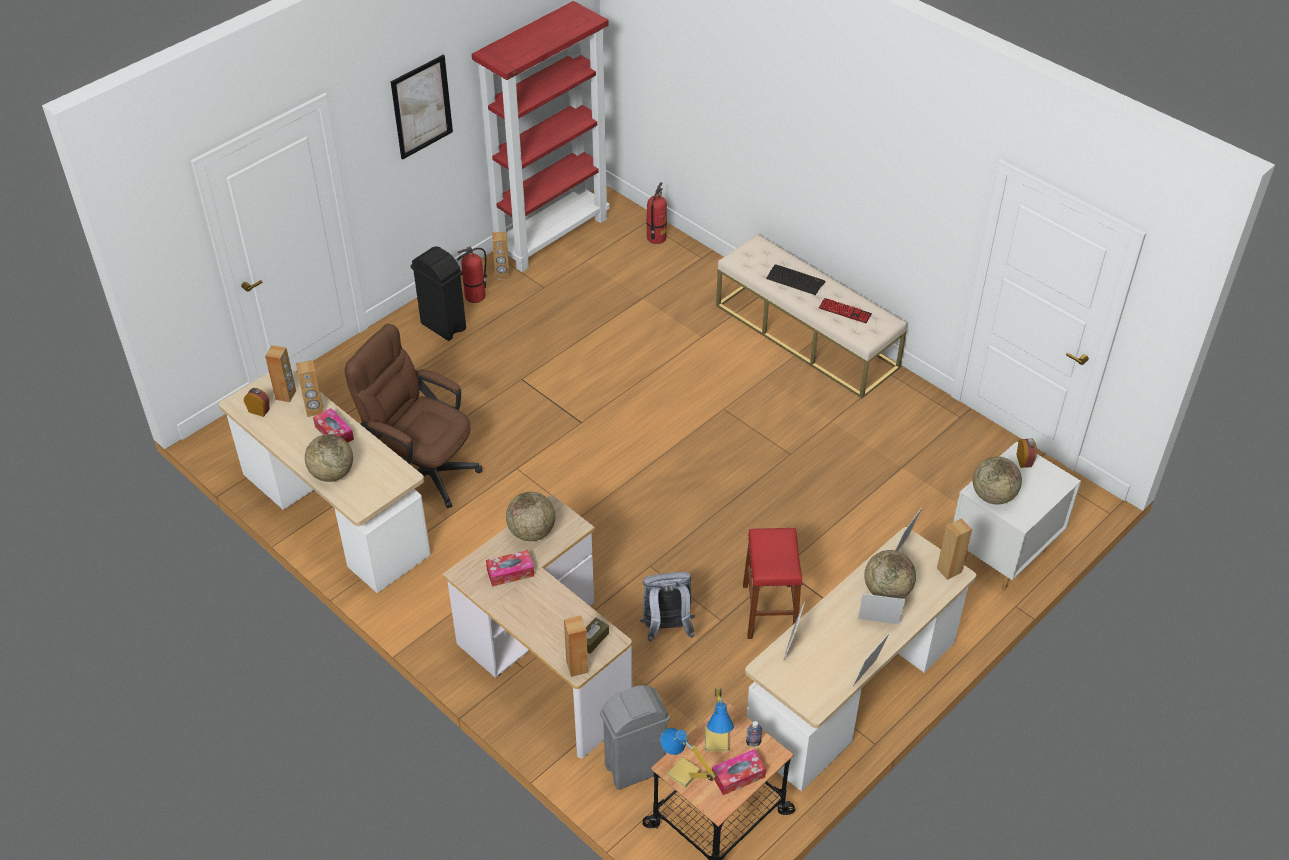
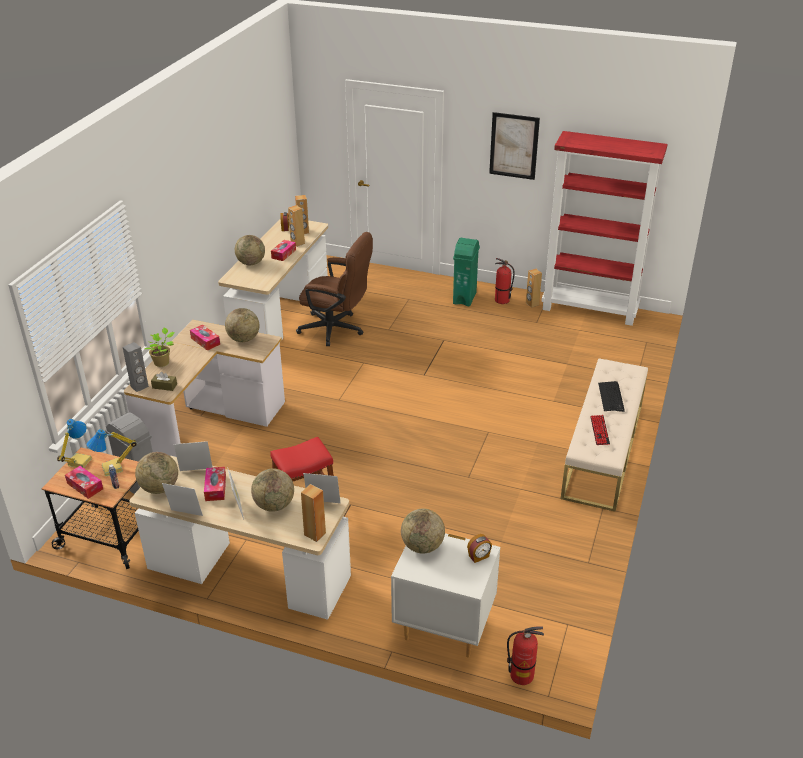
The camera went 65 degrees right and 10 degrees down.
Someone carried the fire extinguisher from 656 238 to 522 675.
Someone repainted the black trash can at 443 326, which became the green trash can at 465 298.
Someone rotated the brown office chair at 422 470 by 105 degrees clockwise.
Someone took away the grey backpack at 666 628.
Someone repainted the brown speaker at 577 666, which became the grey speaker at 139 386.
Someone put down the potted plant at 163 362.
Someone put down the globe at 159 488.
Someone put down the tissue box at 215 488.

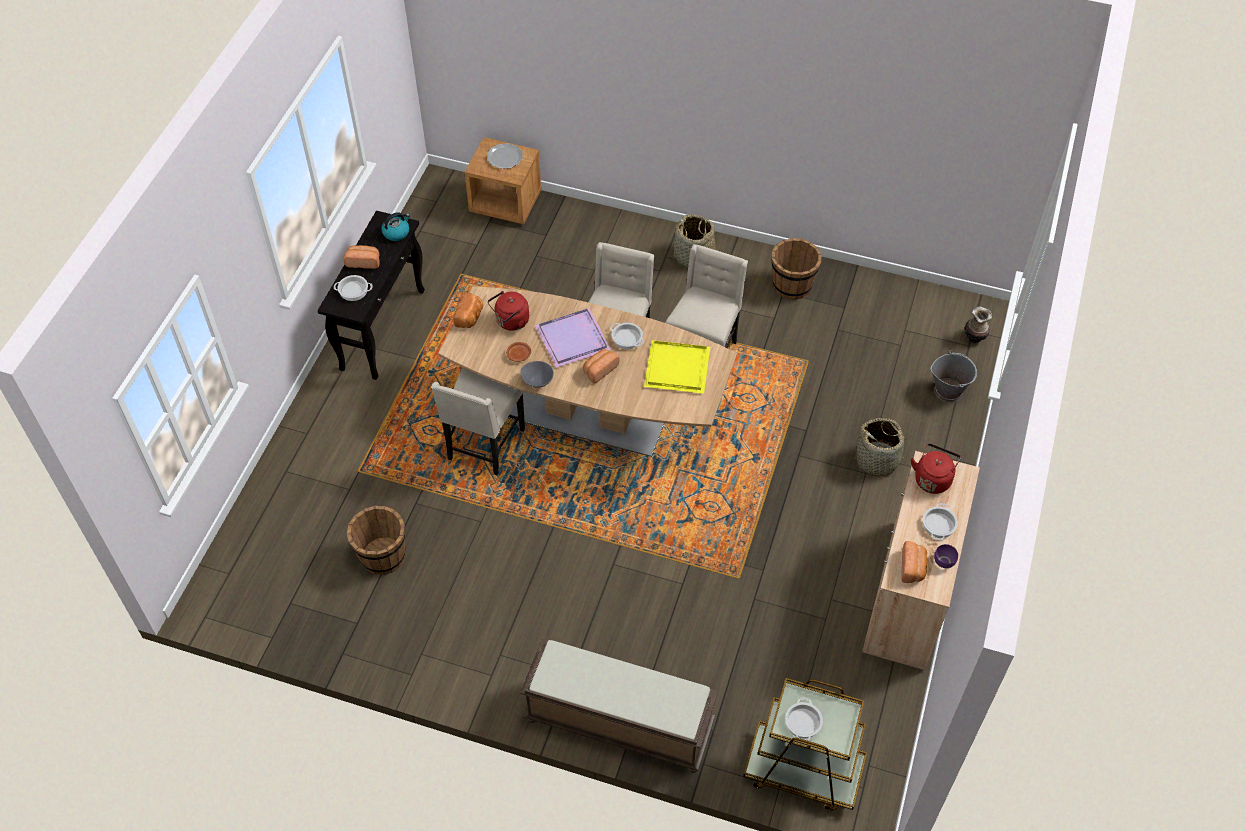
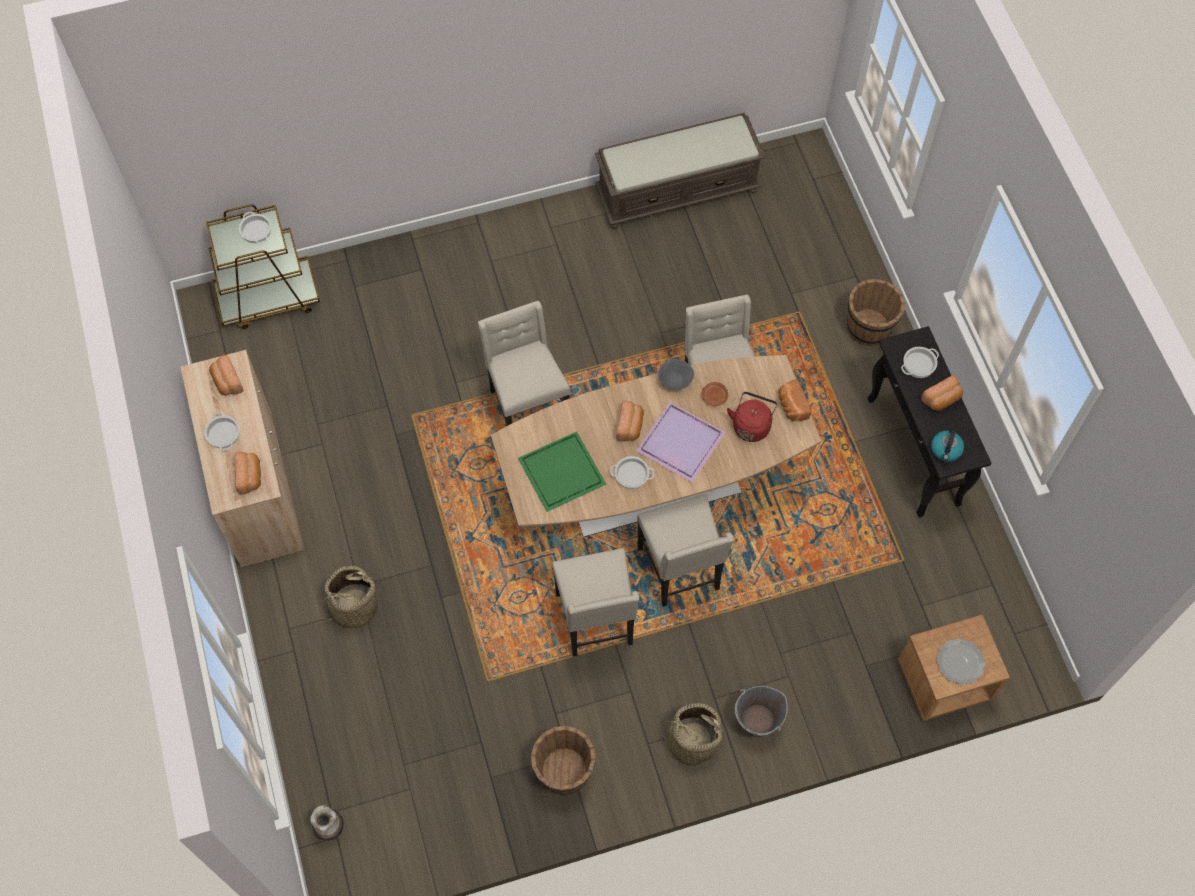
The camera went 145 degrees right and 10 degrees up.
Someone repainted the yellow tray at 678 367, which became the green tray at 561 474.
Someone carried the grey bucket from 948 390 to 757 722.
Someone swapped the red kettle at 932 478 for the bread at 250 476.
Someone carried the brown bucket from 382 555 to 869 327.
Someone took away the purple bowl at 944 561.
Someone carried the brown bench from 617 722 to 678 190.
Someone put down the beige chair at 527 406.

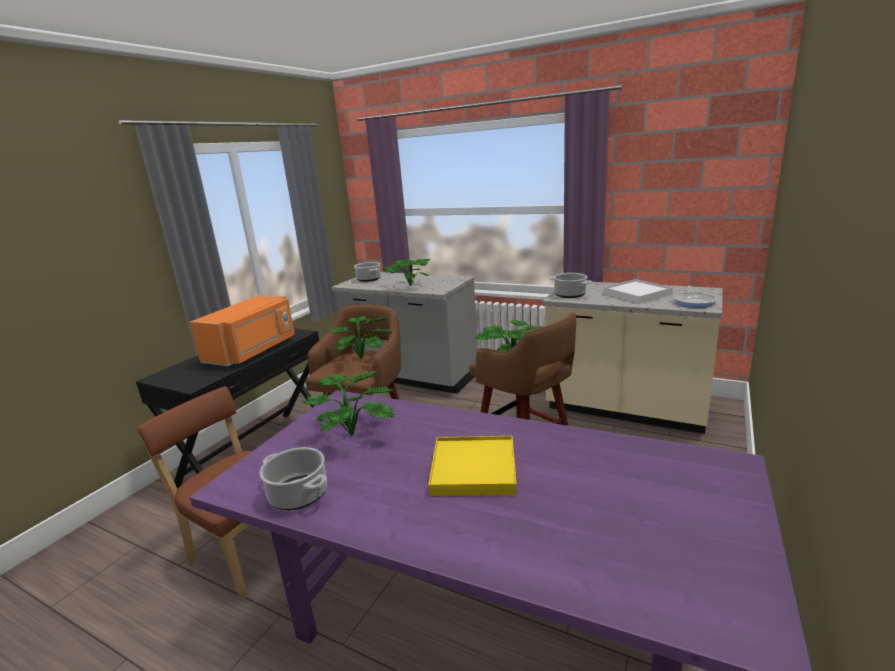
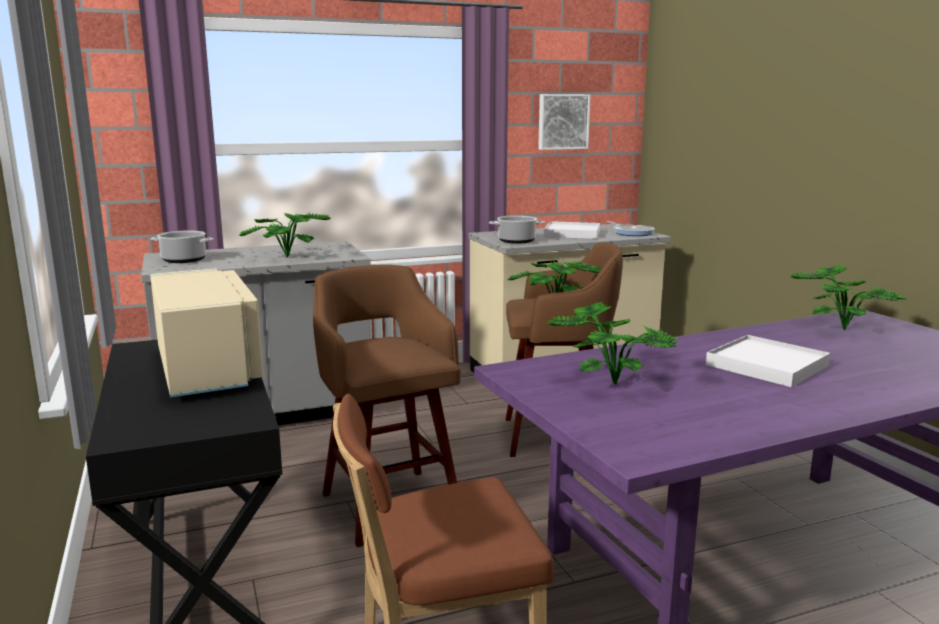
The camera went 50 degrees left and 5 degrees down.
Someone repainted the orange microwave at 253 351, which became the beige microwave at 209 369.
Someone carried the potted plant from 365 357 to 842 328.
Someone repainted the yellow tray at 474 469, which became the white tray at 767 365.
Someone took away the cooking pot at 297 494.
Someone put up the picture at 562 122.

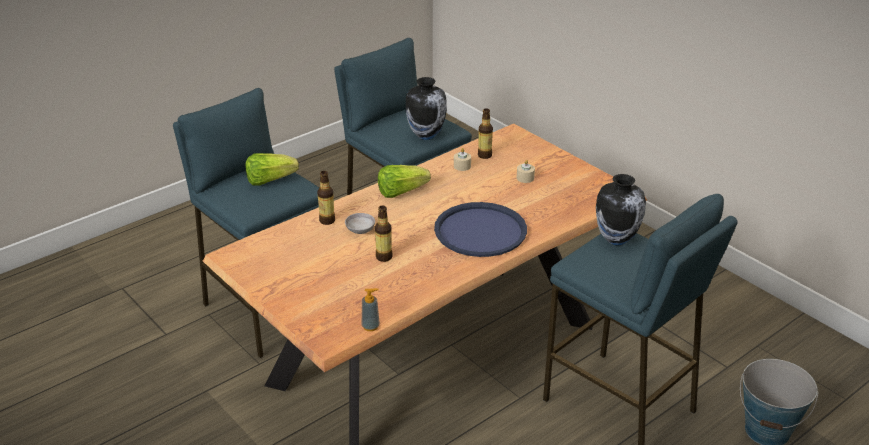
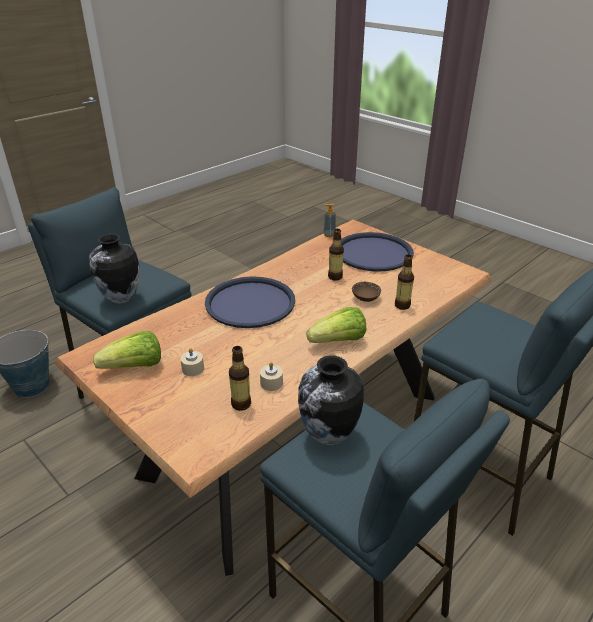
The camera went 175 degrees right and 0 degrees up.
Someone carried the lettuce from 269 180 to 134 367.
Someone repainted the grey bowl at 360 230, which became the brown bowl at 365 298.
Someone put down the blue tray at 373 253.

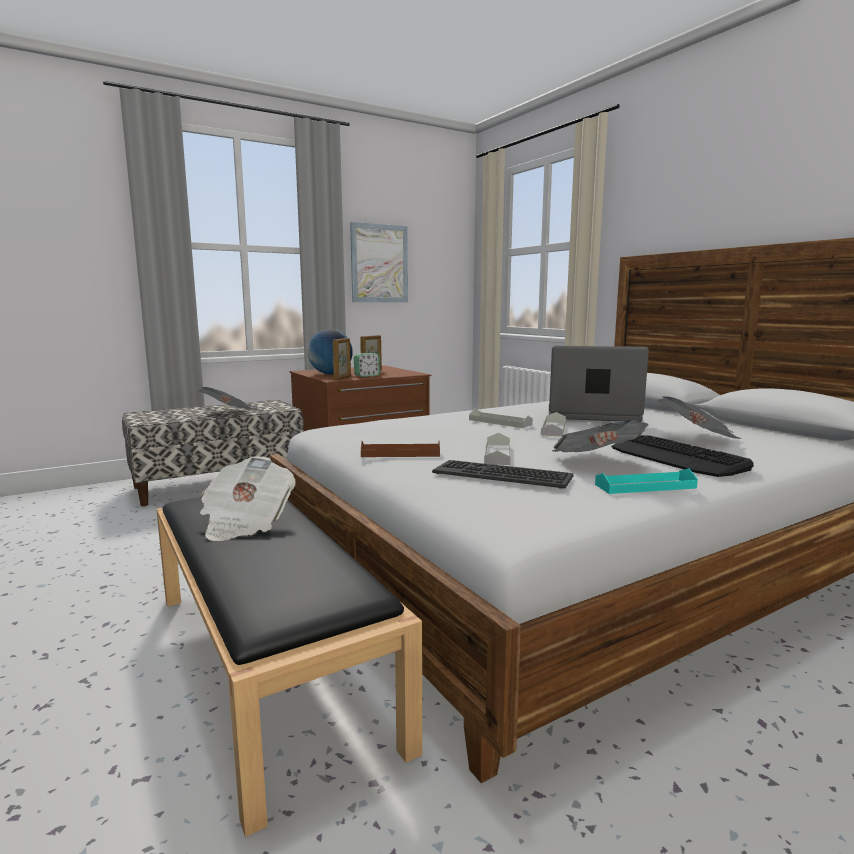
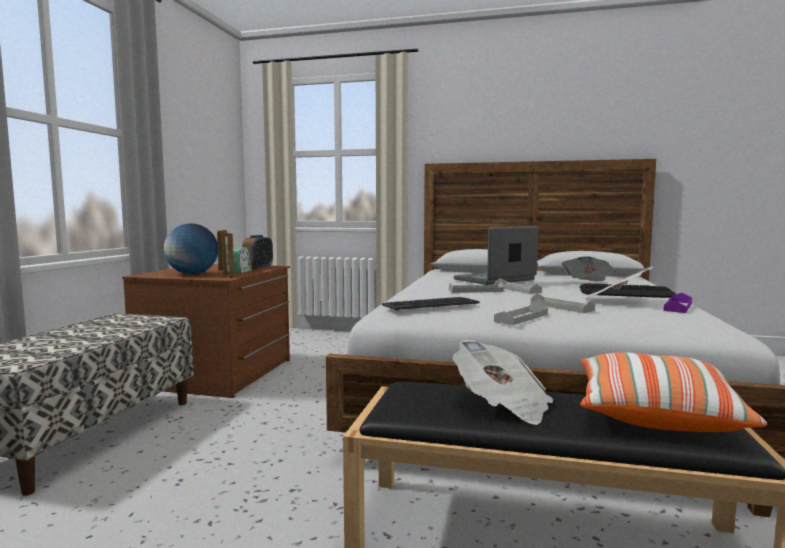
The camera went 45 degrees left and 5 degrees down.
Someone took away the picture at 379 263.
Someone took away the newspaper at 228 413.
Someone repainted the brown tray at 400 453, which became the grey tray at 521 318.
Someone carried the keyboard from 502 475 to 430 304.
Someone repainted the turquoise tray at 645 486, which became the purple tray at 678 307.
Someone put down the alarm clock at 258 268.
Someone put down the pillow at 654 414.

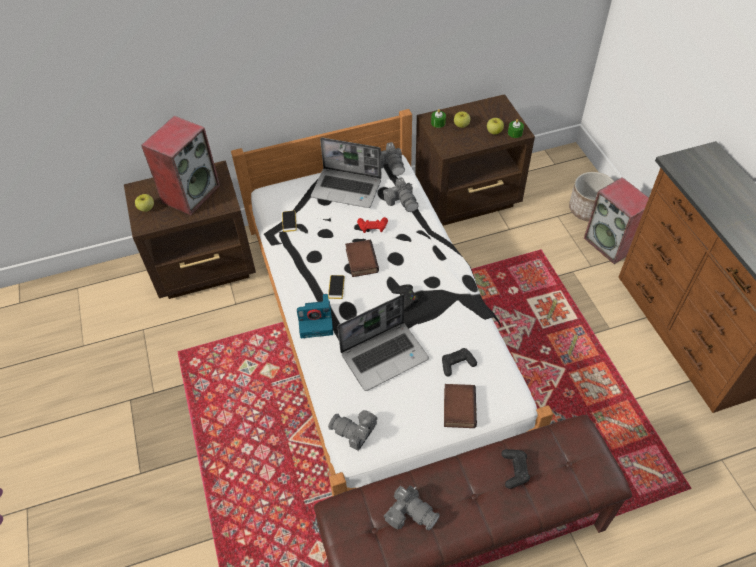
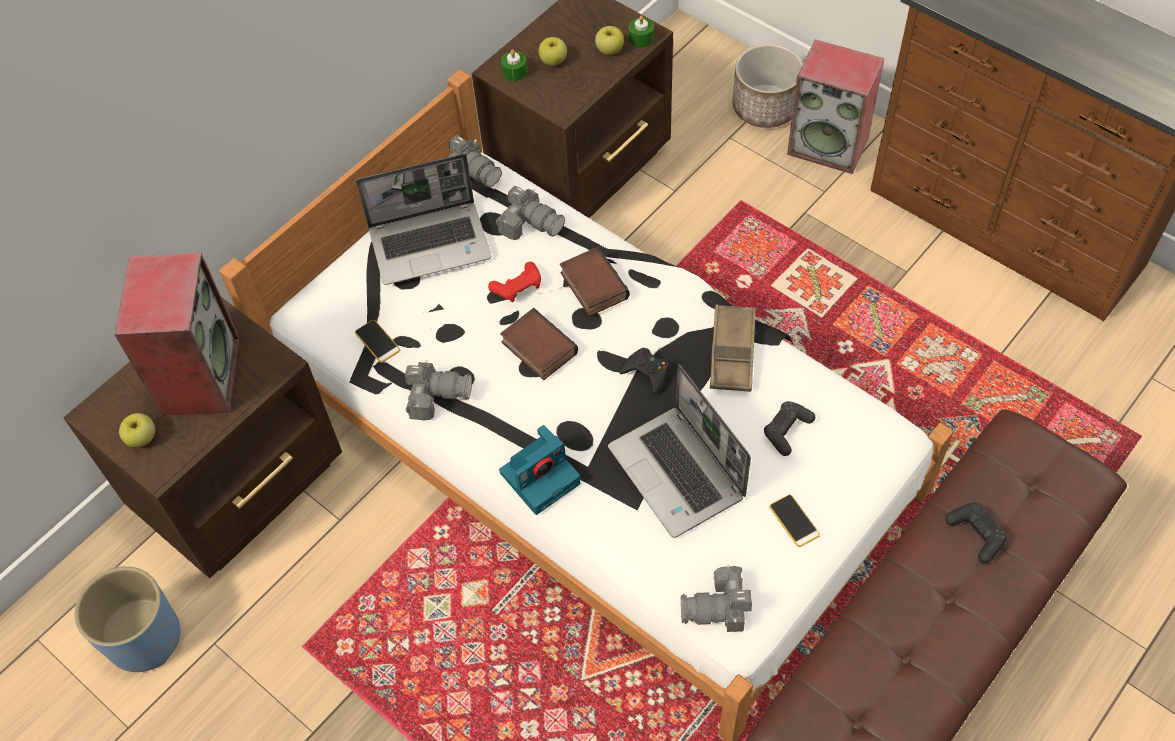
The camera went 30 degrees left and 5 degrees up.
Someone carried the phone from 336 287 to 794 521.
Someone rotated the laptop at 385 355 by 120 degrees clockwise.
Someone carried the book from 458 407 to 592 285.
Someone carried the photo camera from 411 513 to 436 395.
Someone put down the brown tray at 732 352.
Someone put down the blue planter at 144 637.

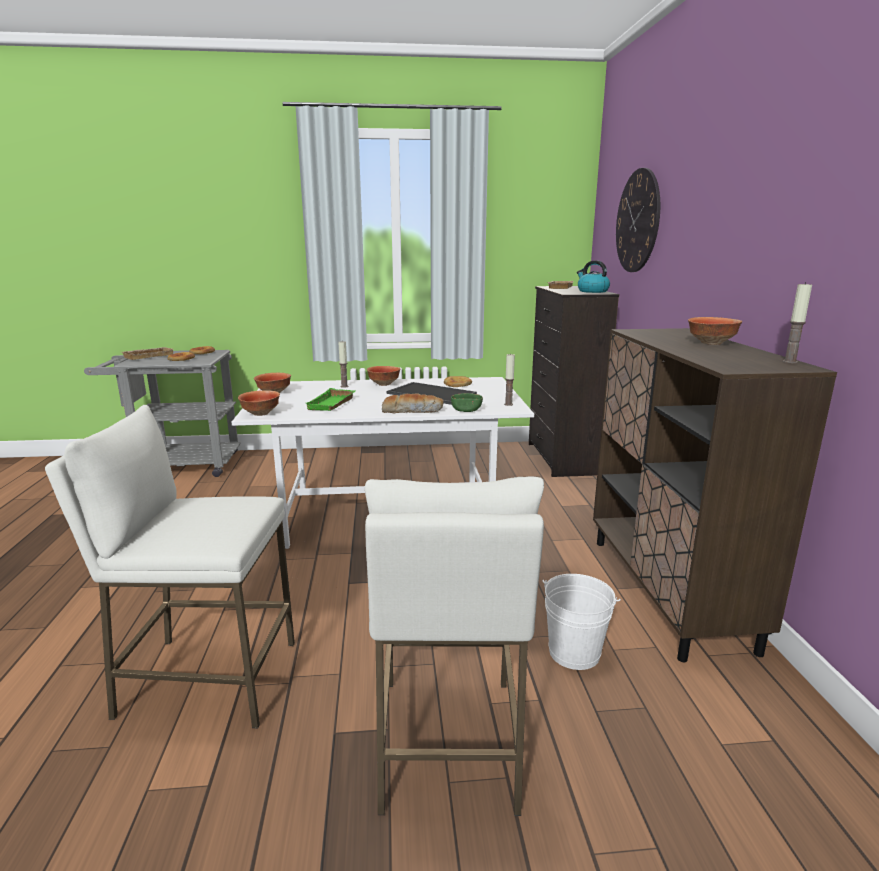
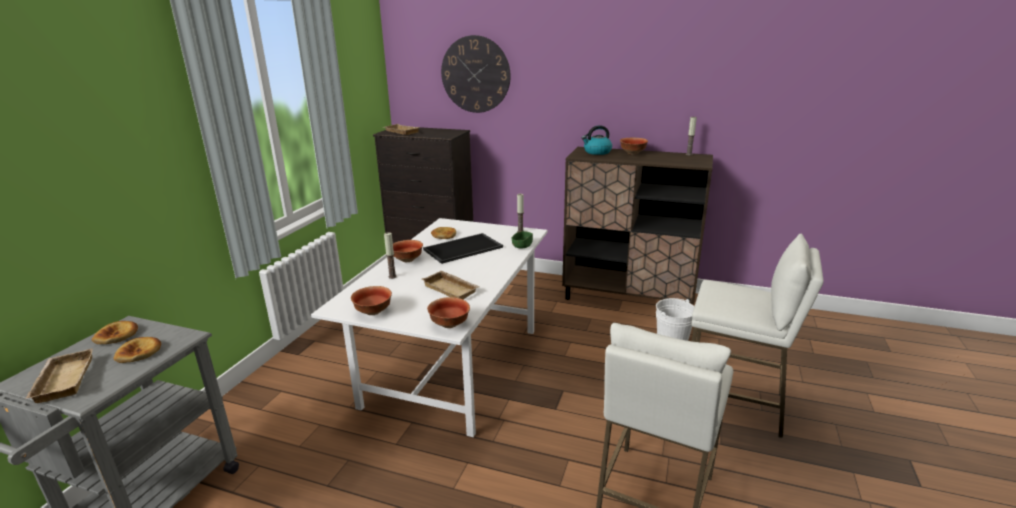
The camera went 65 degrees left and 5 degrees up.
Someone carried the kettle from 592 291 to 597 152.
Someone repainted the green tray at 332 404, which became the beige tray at 452 289.
Someone took away the bread at 412 411.

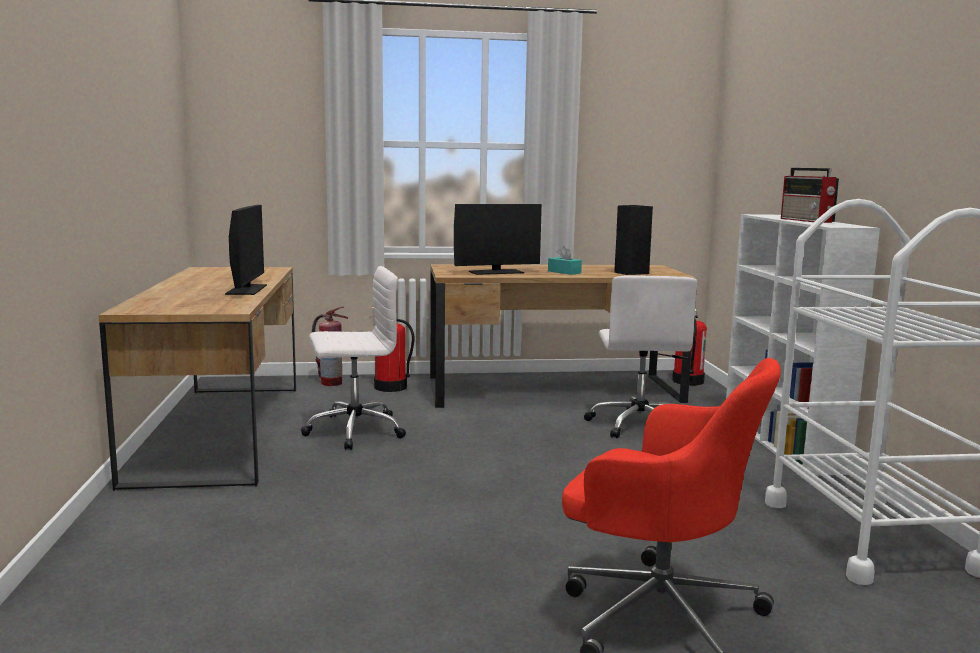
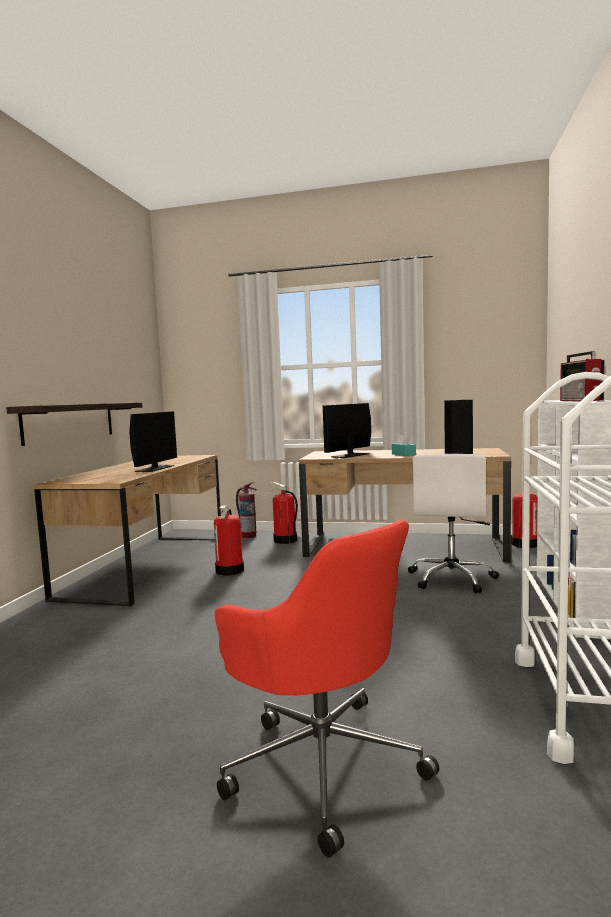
The camera went 20 degrees right and 5 degrees down.
Someone rotated the monitor at 496 272 by 135 degrees clockwise.
Someone swapped the white office chair at 353 431 for the fire extinguisher at 230 570.
Someone put up the shelf at 70 422.

